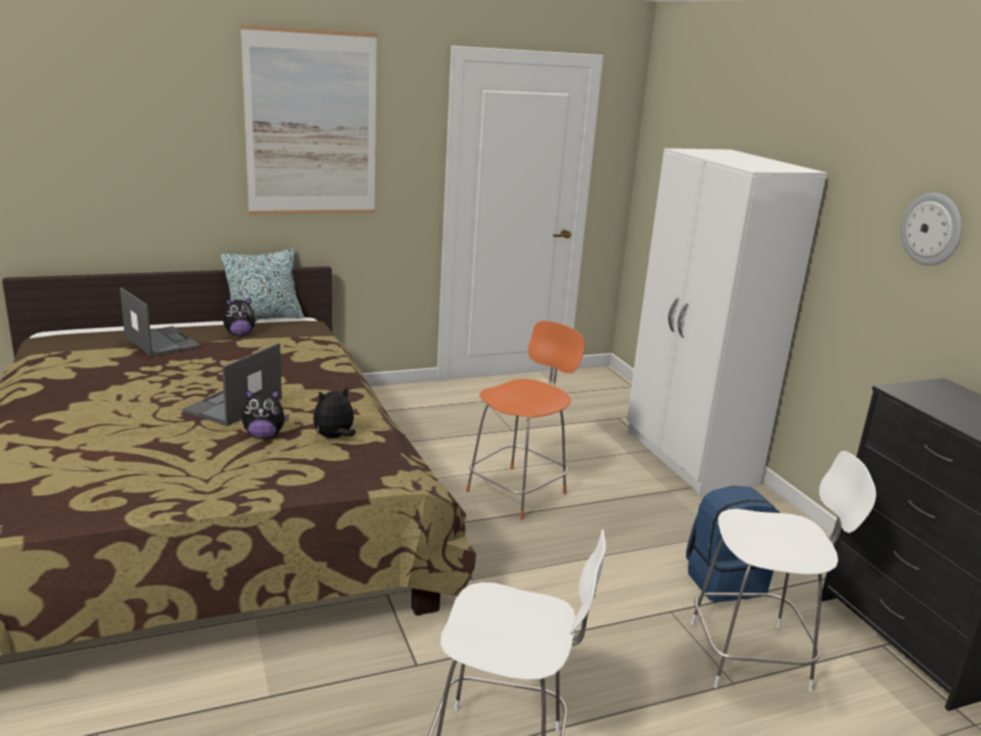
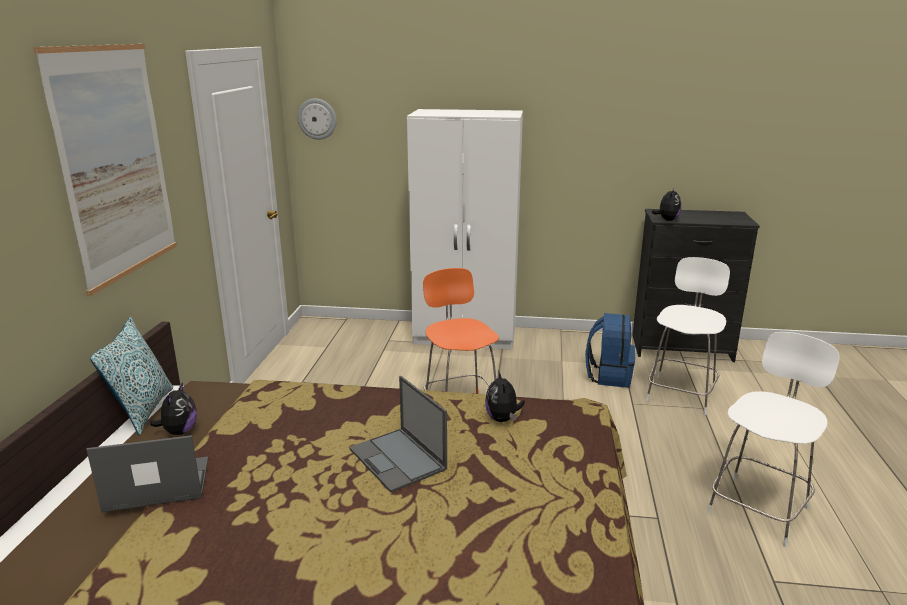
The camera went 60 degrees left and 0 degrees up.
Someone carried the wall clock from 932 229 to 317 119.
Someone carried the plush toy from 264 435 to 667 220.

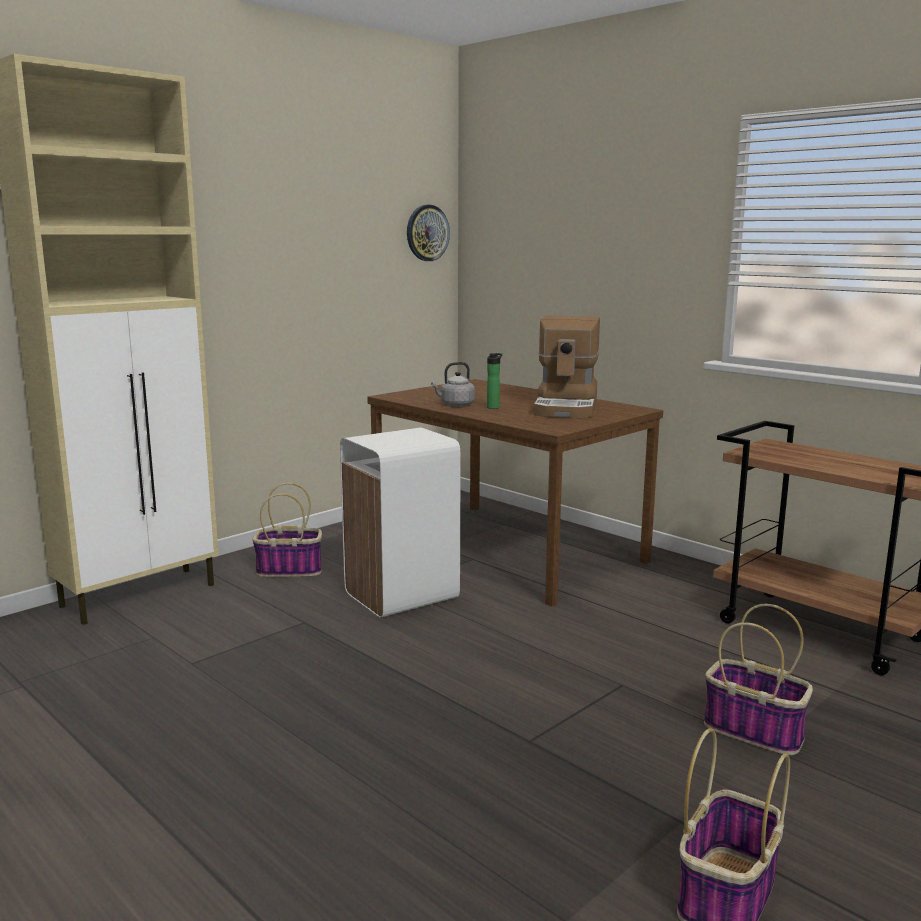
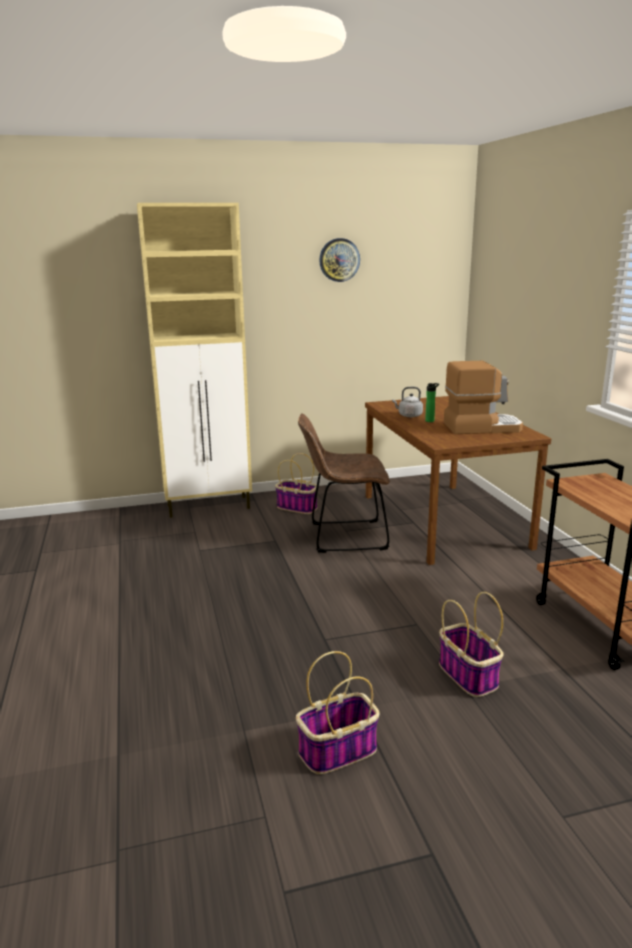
The camera went 30 degrees right and 5 degrees up.
Someone carried the wall clock from 427 233 to 339 260.
Someone rotated the coffee machine at 567 407 by 135 degrees counterclockwise.
Someone swapped the white trash can at 400 595 for the brown chair at 343 536.

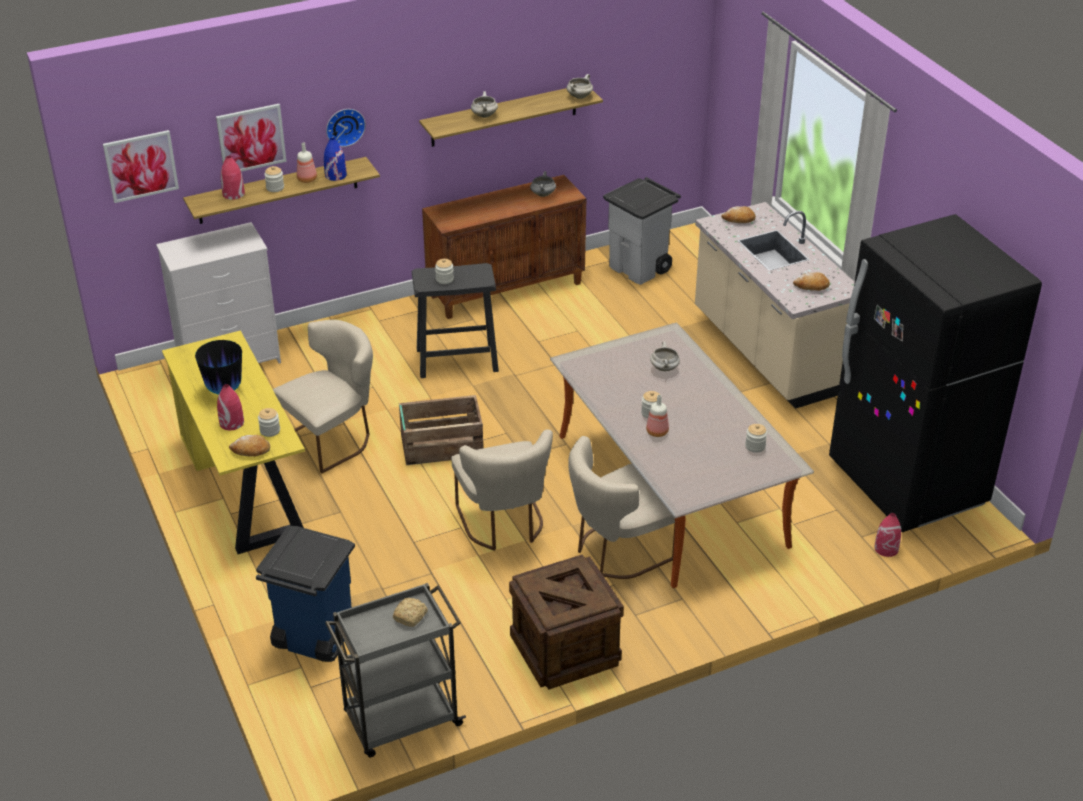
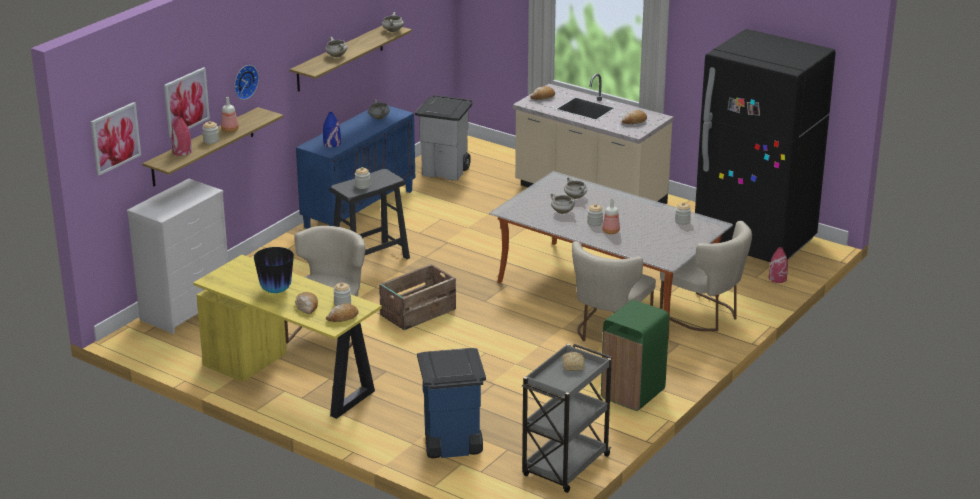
The camera went 30 degrees left and 10 degrees down.
Someone carried the blue vase from 335 175 to 332 143.
Someone repainted the brown cabinet at 506 289, which became the blue cabinet at 359 208.
Someone swapped the red vase at 231 423 for the bread at 307 307.
Someone carried the beige chair from 504 524 to 705 316.
Someone swapped the crate at 566 649 for the green trash can at 633 394.
Someone put down the white cooking pot at 563 212.

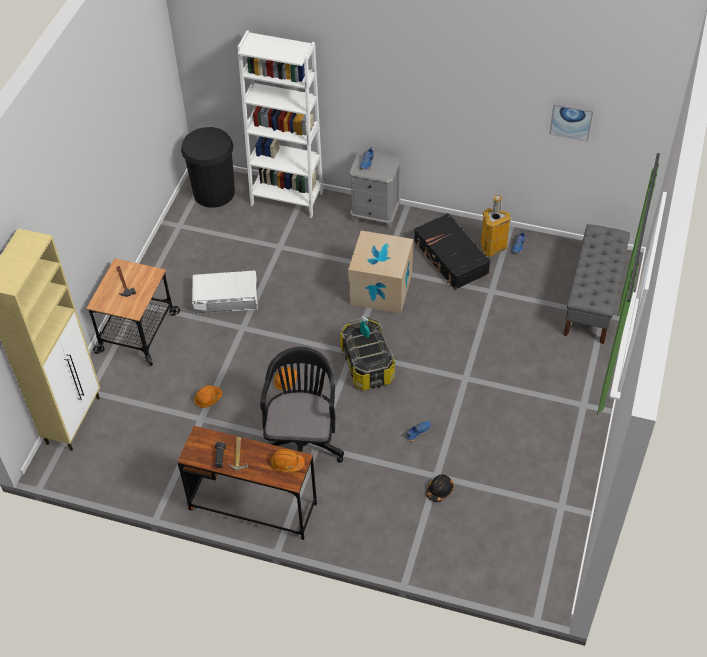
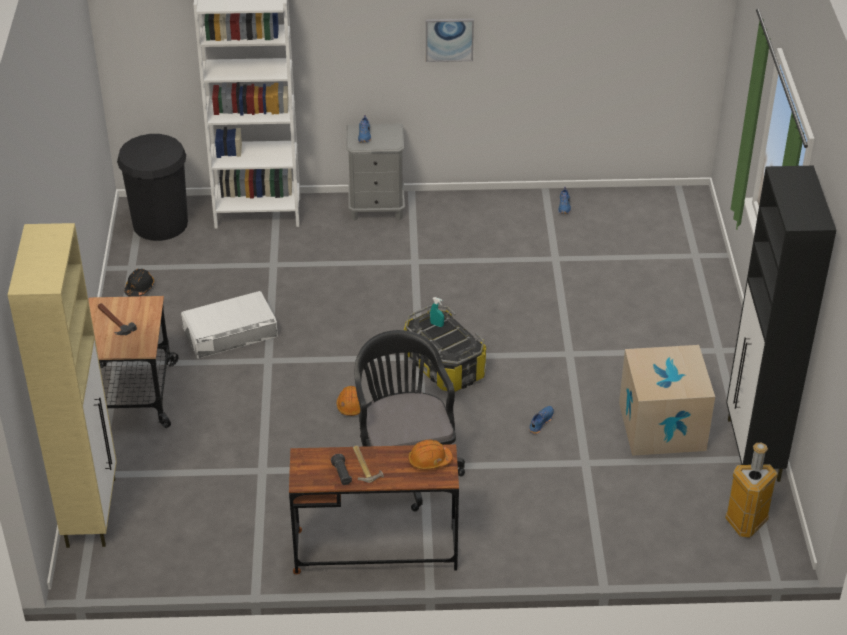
The camera went 20 degrees left and 10 degrees down.
Someone carried the picture from 571 121 to 449 39.
Someone carried the trash can from 493 248 to 747 523.
Someone took away the black suitcase at 450 258.
Someone took away the grey bench at 592 299.
Someone carried the cardboard box from 381 289 to 662 426.
Someone took away the orange hard hat at 208 399.
Someone carried the black hard hat from 440 490 to 139 288.
Someone put down the black cabinet at 753 451.

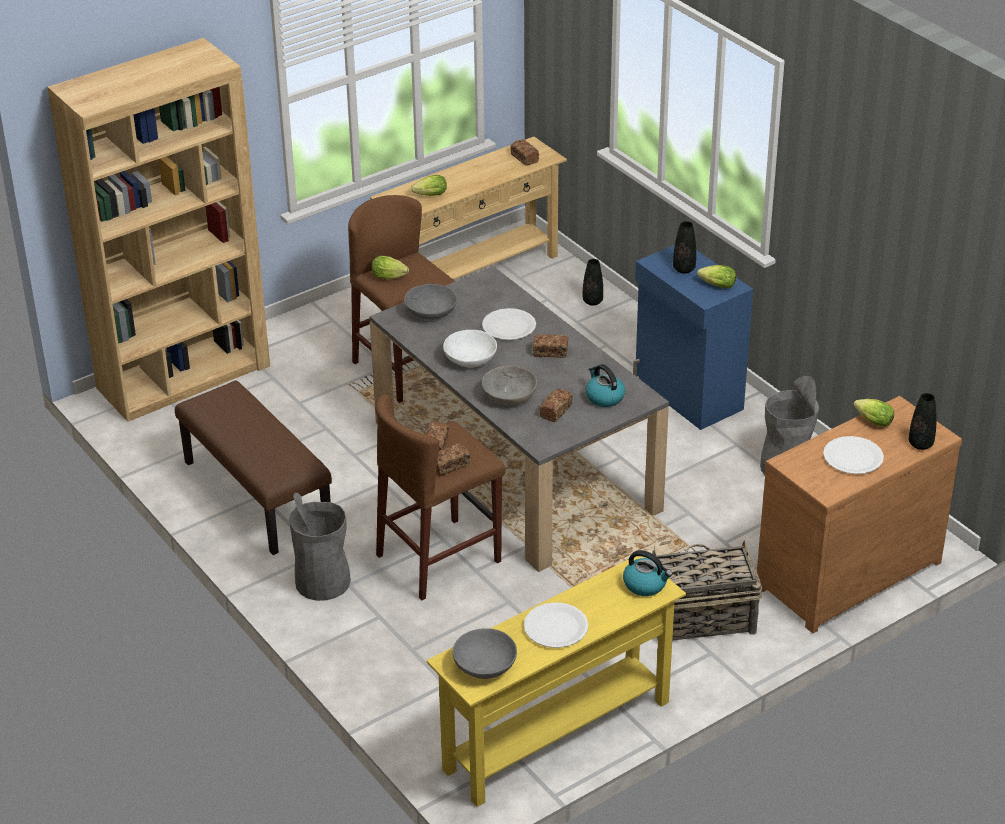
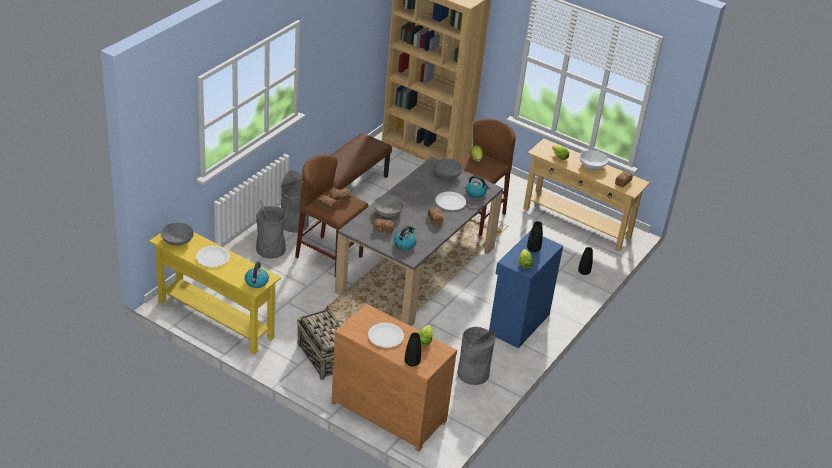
The camera went 65 degrees right and 0 degrees up.
Someone carried the white bowl from 470 359 to 592 165.
Someone put down the kettle at 476 193.
Someone put down the grey trash can at 270 249.

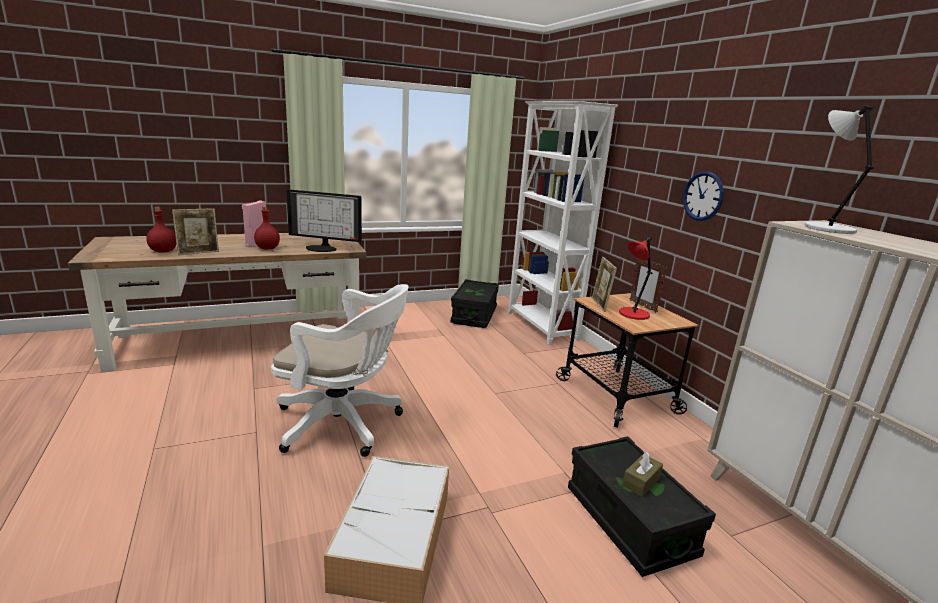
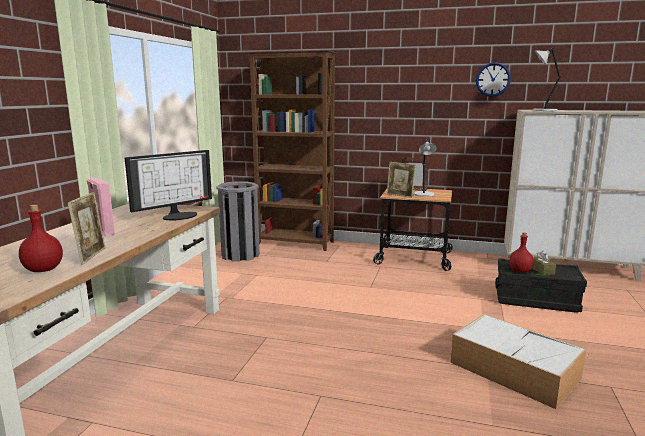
The camera went 50 degrees left and 5 degrees down.
Someone repainted the white bookcase at 541 326, which became the brown bookcase at 295 243.
Someone carried the wall clock from 703 196 to 493 79.
Someone carried the red bottle from 267 248 to 520 271.
Someone repainted the red table lamp at 633 314, which became the grey table lamp at 424 194.
Someone swapped the black storage box at 474 315 for the grey trash can at 240 255.
Someone took away the white office chair at 344 424.

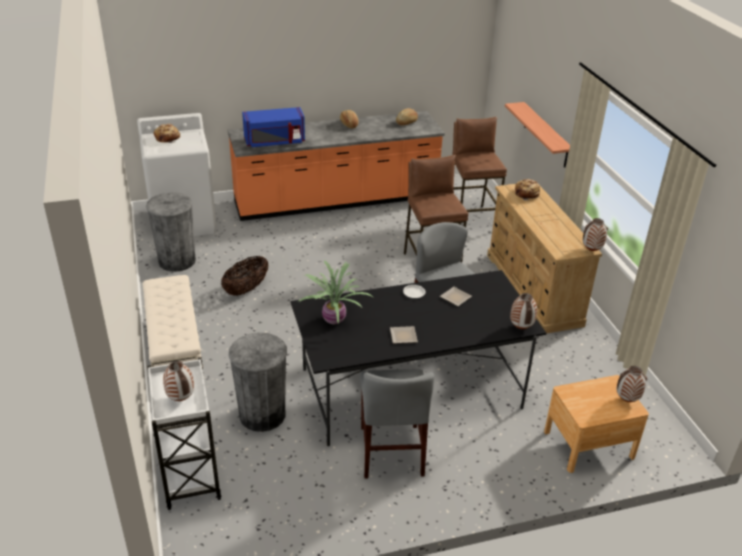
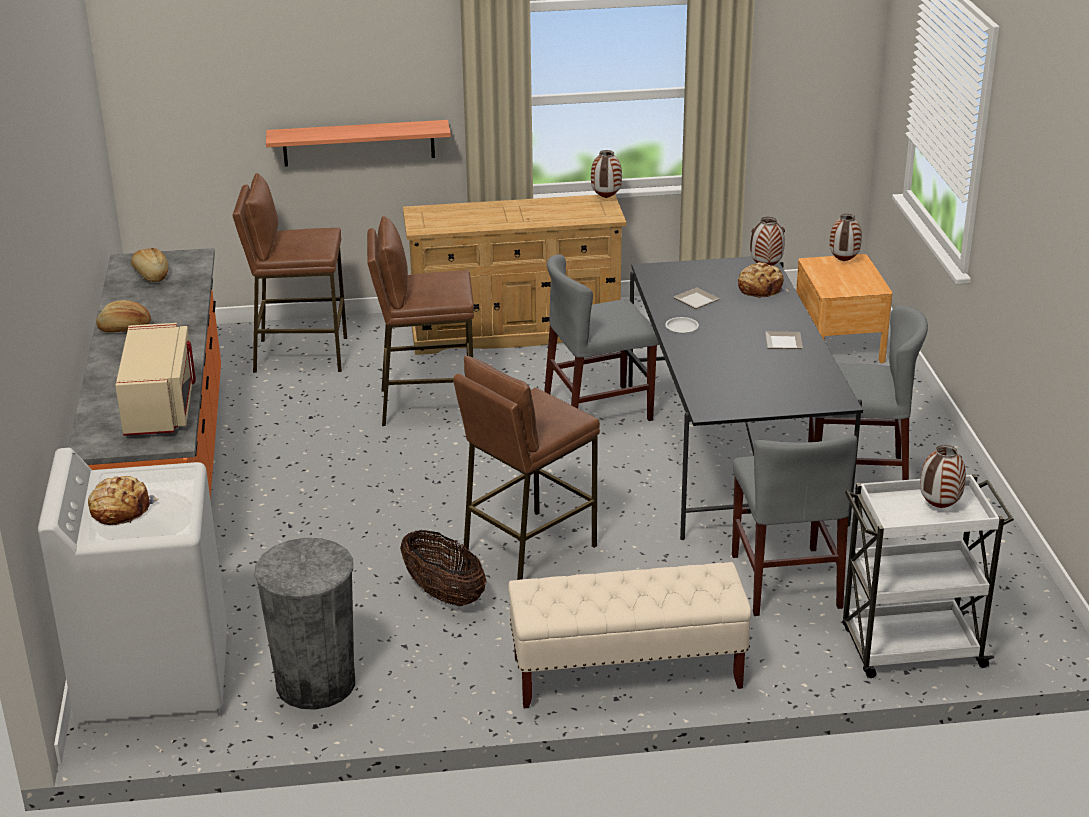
The camera went 80 degrees left and 5 degrees down.
Someone repainted the blue microwave at 274 142, which became the beige microwave at 161 406.
Someone carried the bread from 527 194 to 761 288.
Someone took away the potted plant at 333 320.
Someone swapped the grey trash can at 262 414 for the grey chair at 785 581.
Someone put down the brown stool at 528 549.

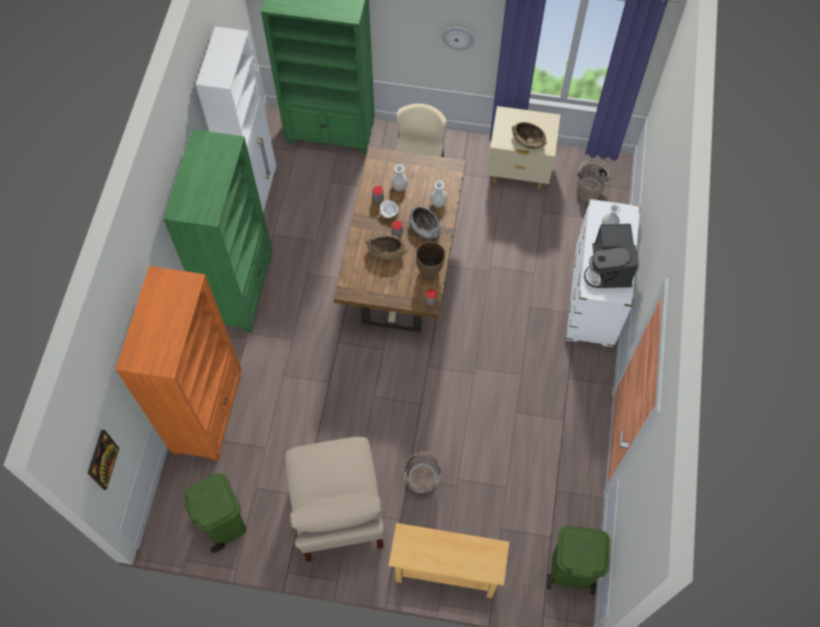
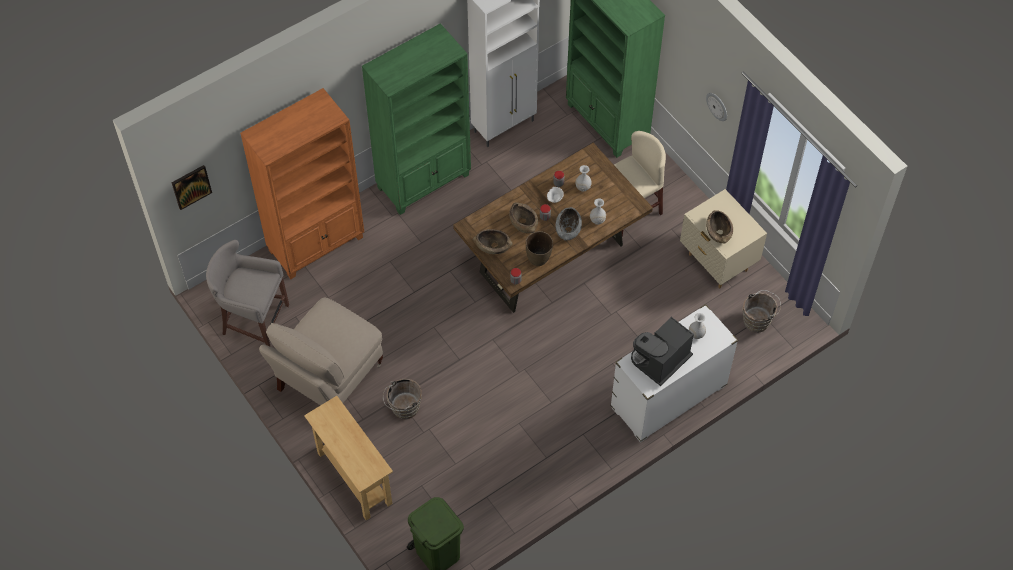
The camera went 45 degrees right and 5 degrees down.
Someone swapped the green trash can at 224 523 for the grey stool at 253 320.
Someone put down the brown bowl at 493 246.

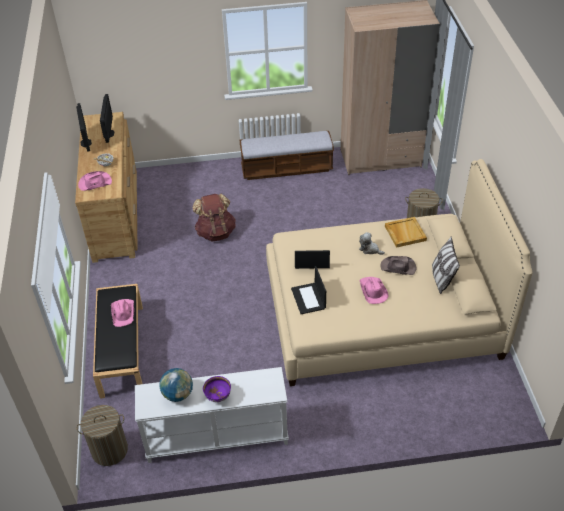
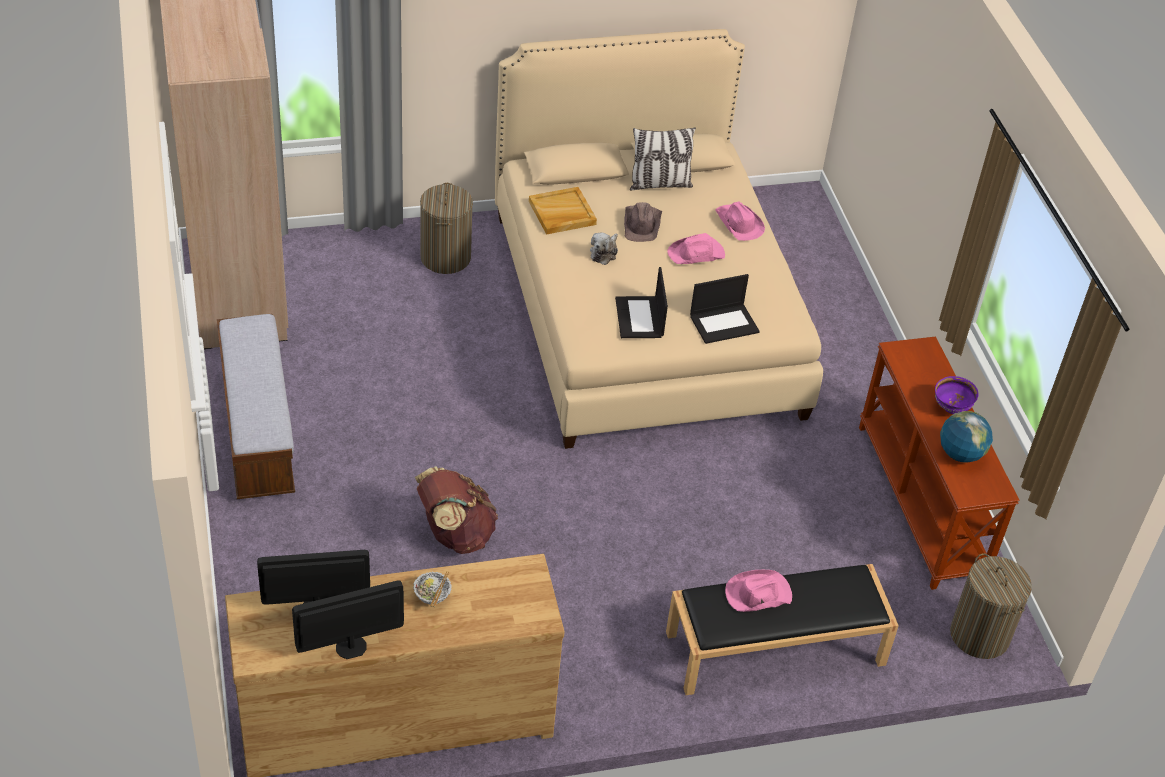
The camera went 100 degrees left and 0 degrees up.
Someone carried the pink hat from 94 183 to 739 224.
Someone repainted the white console table at 216 438, which became the brown console table at 922 502.

